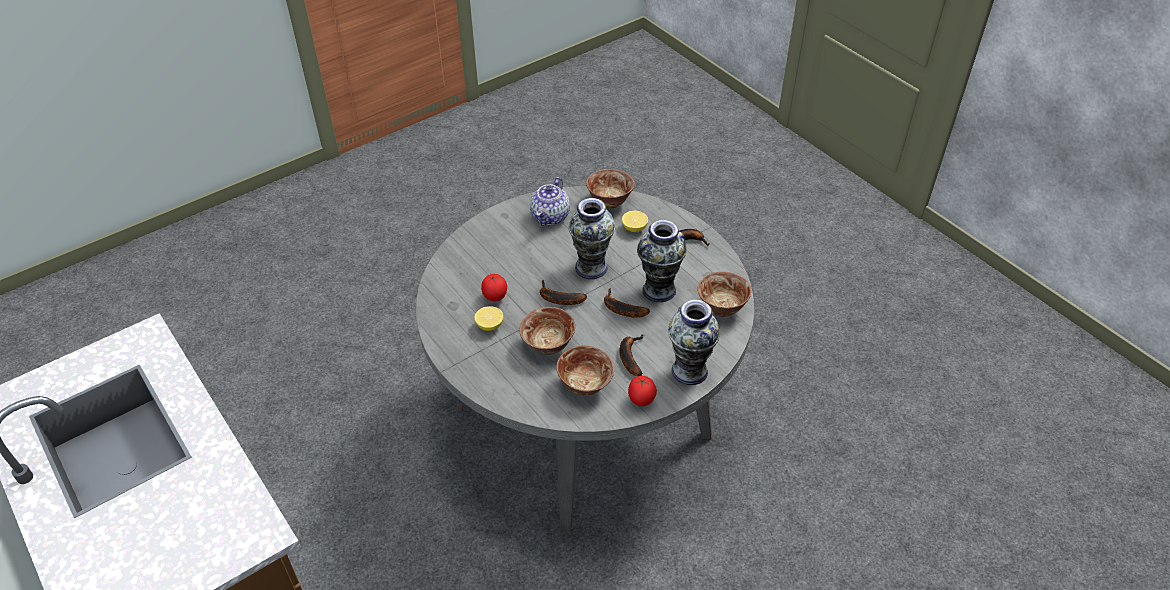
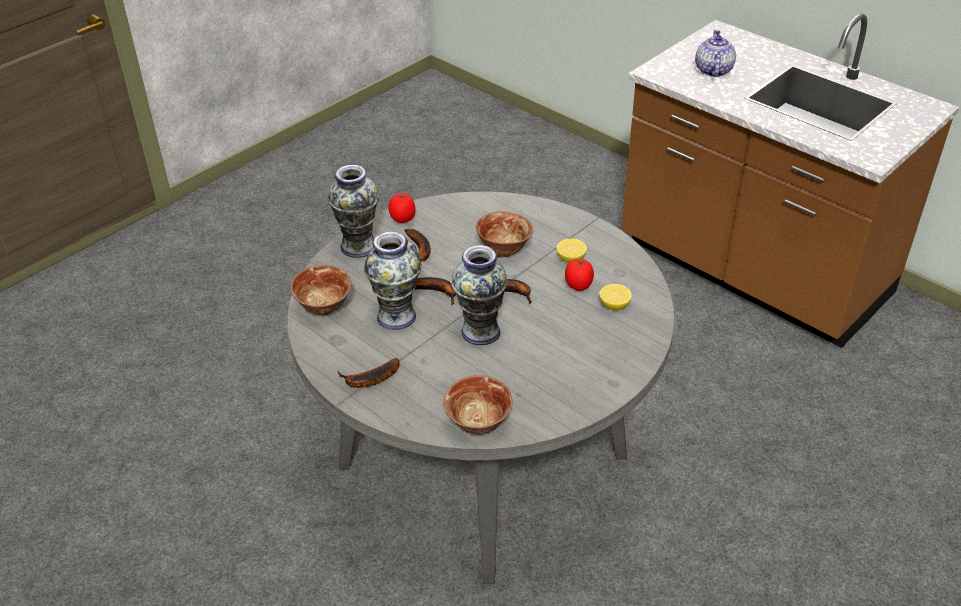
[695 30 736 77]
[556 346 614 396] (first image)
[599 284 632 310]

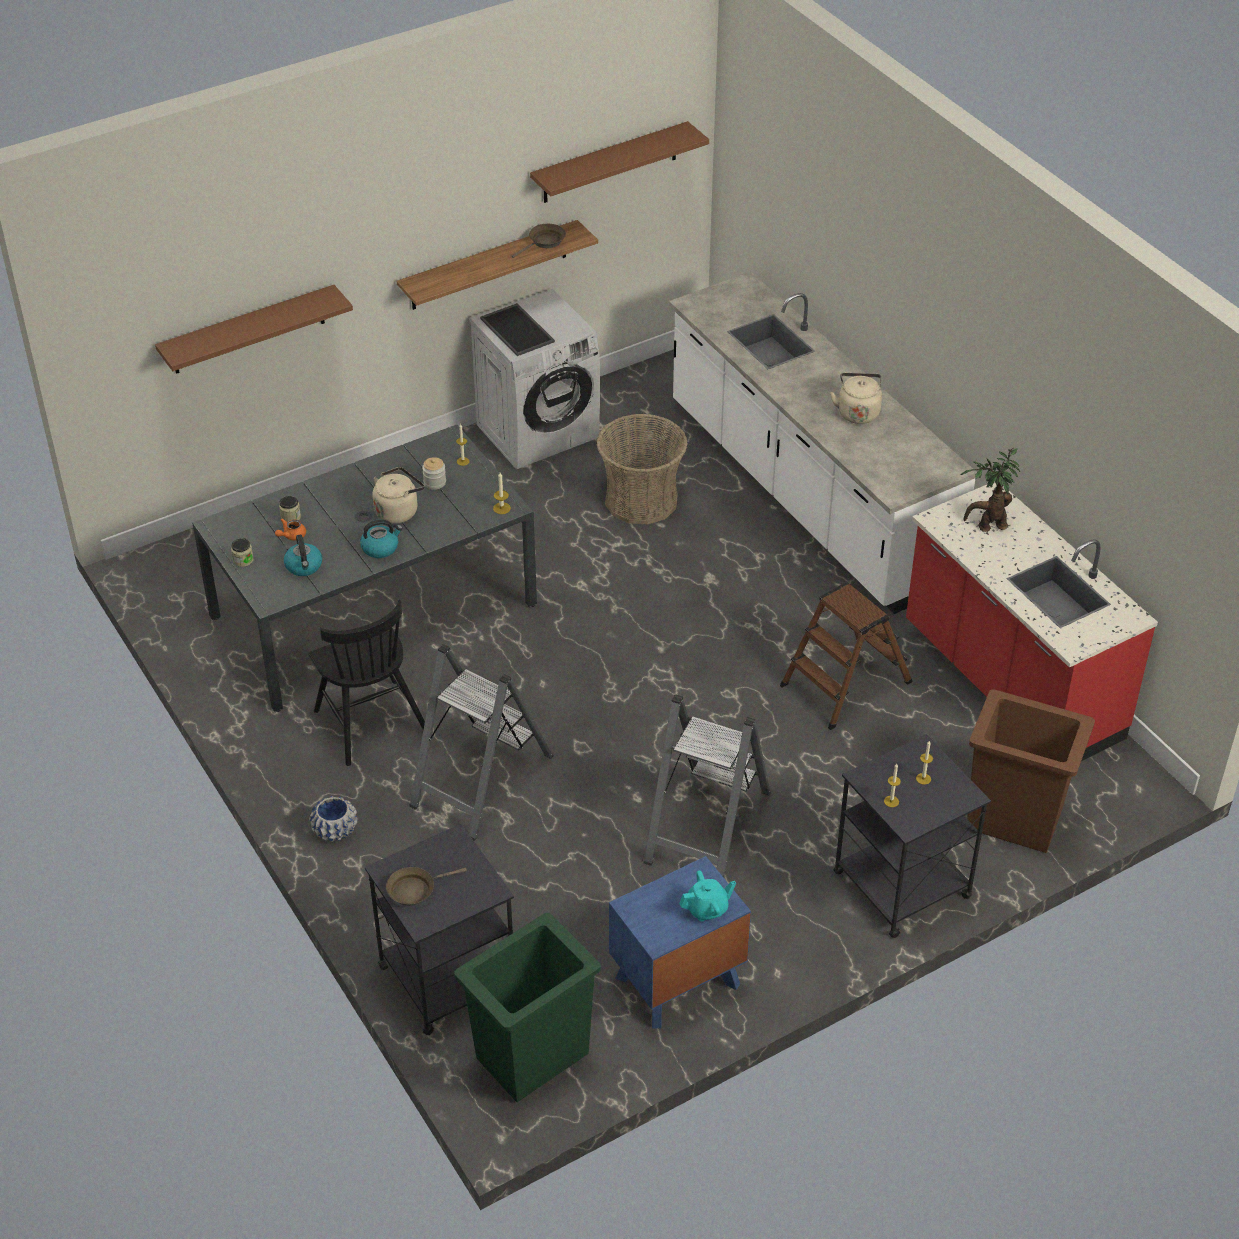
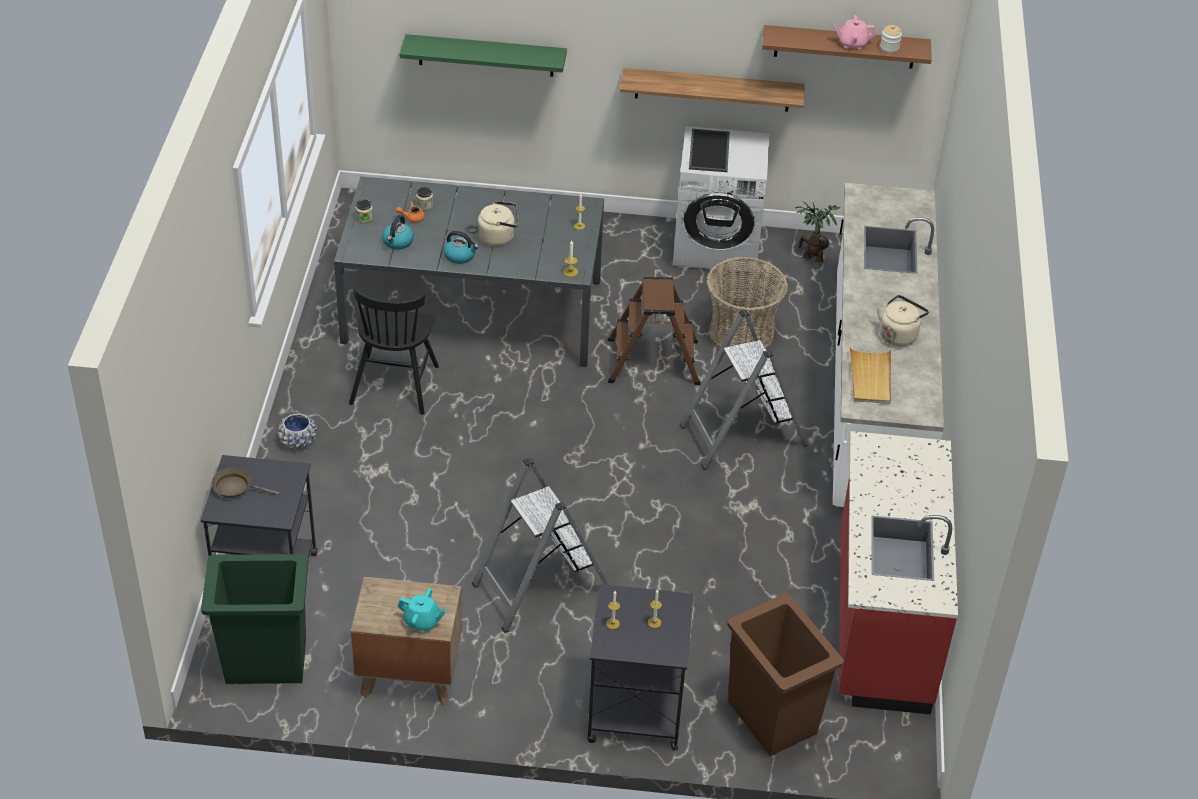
[400 34 567 77]
[679 310 808 470]
[880 25 902 53]
[512 224 566 258] (first image)
[350 577 462 706]
[607 277 701 385]
[795 201 840 265]
[834 15 876 50]
[850 347 891 404]

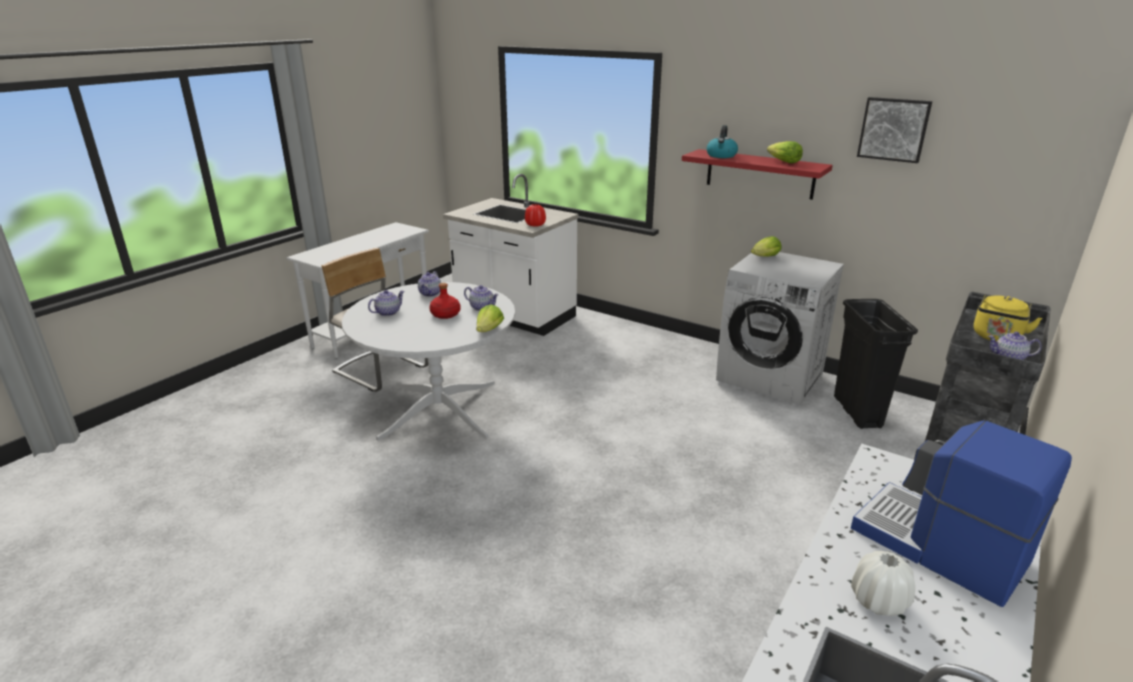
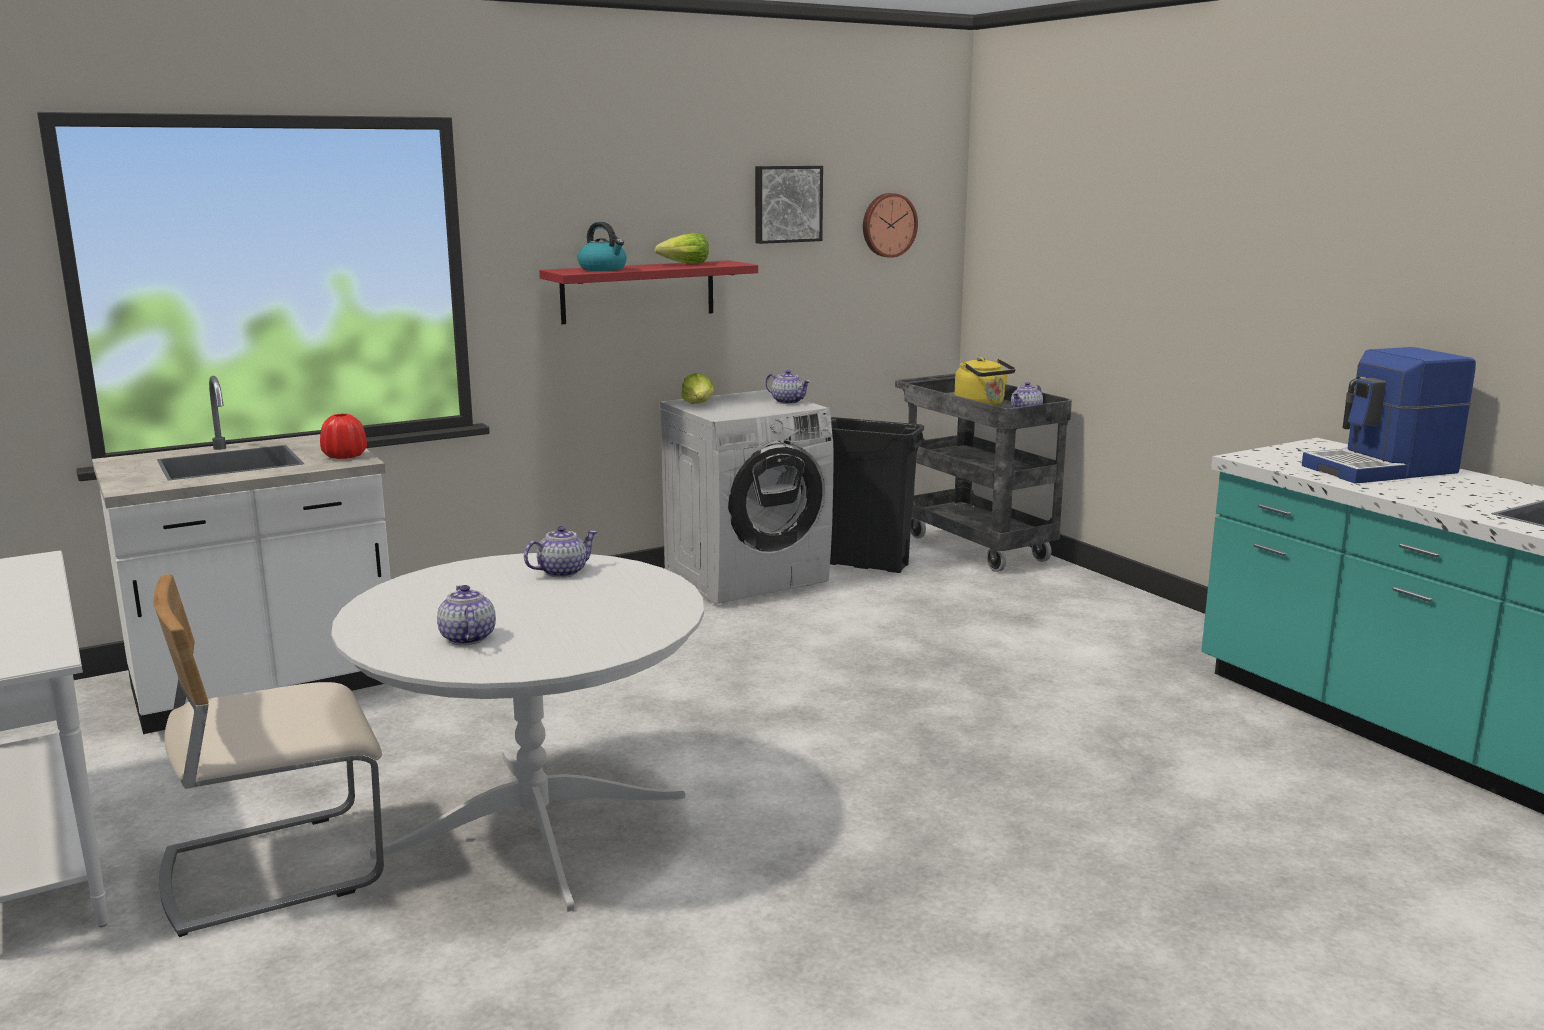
[766 370 811 404]
[429 283 460 319] (first image)
[476 305 504 332] (first image)
[851 551 915 616] (first image)
[863 193 918 258]

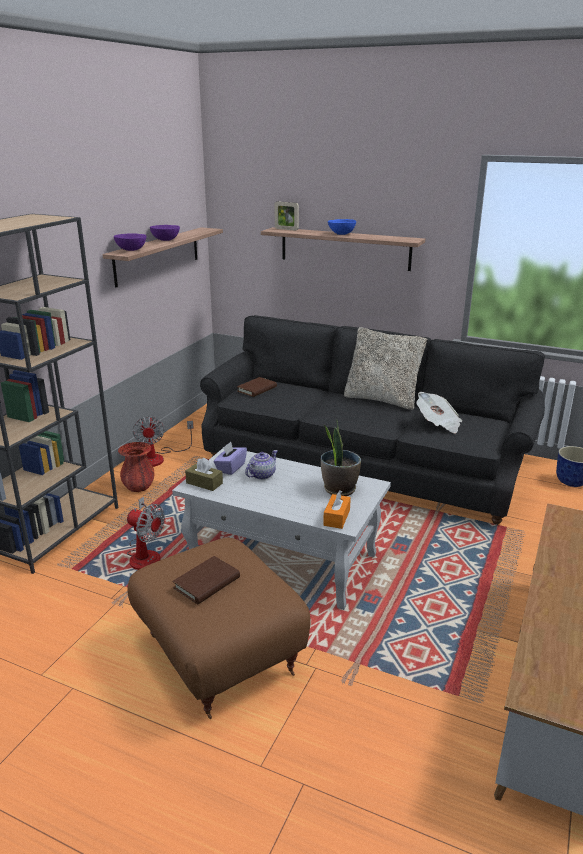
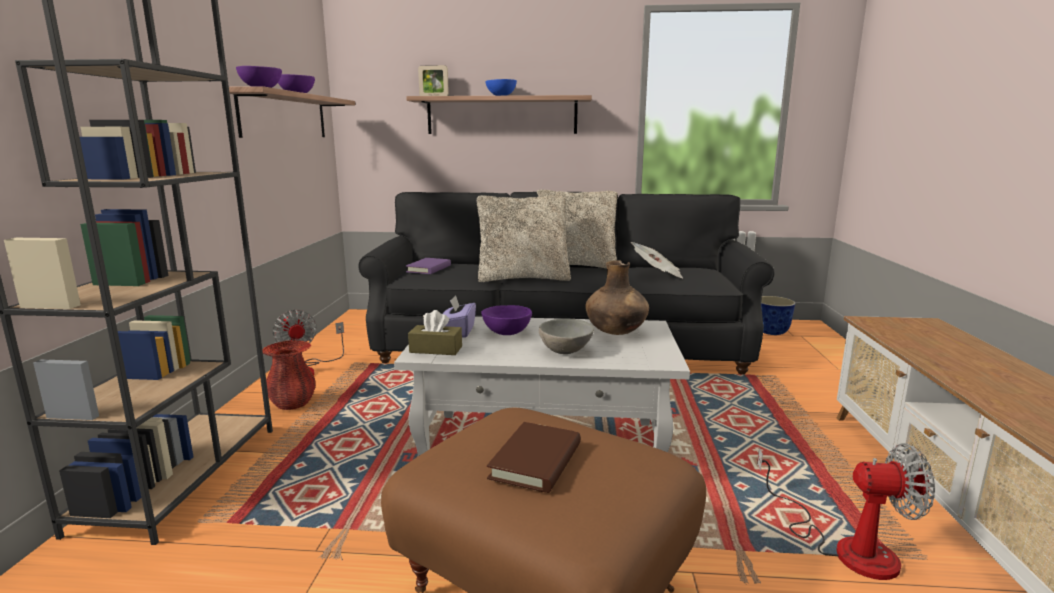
[757 443 935 580]
[406 258 451 274]
[481 305 532 335]
[585 261 649 335]
[323 490 351 529] (first image)
[477 195 571 282]
[539 318 594 354]

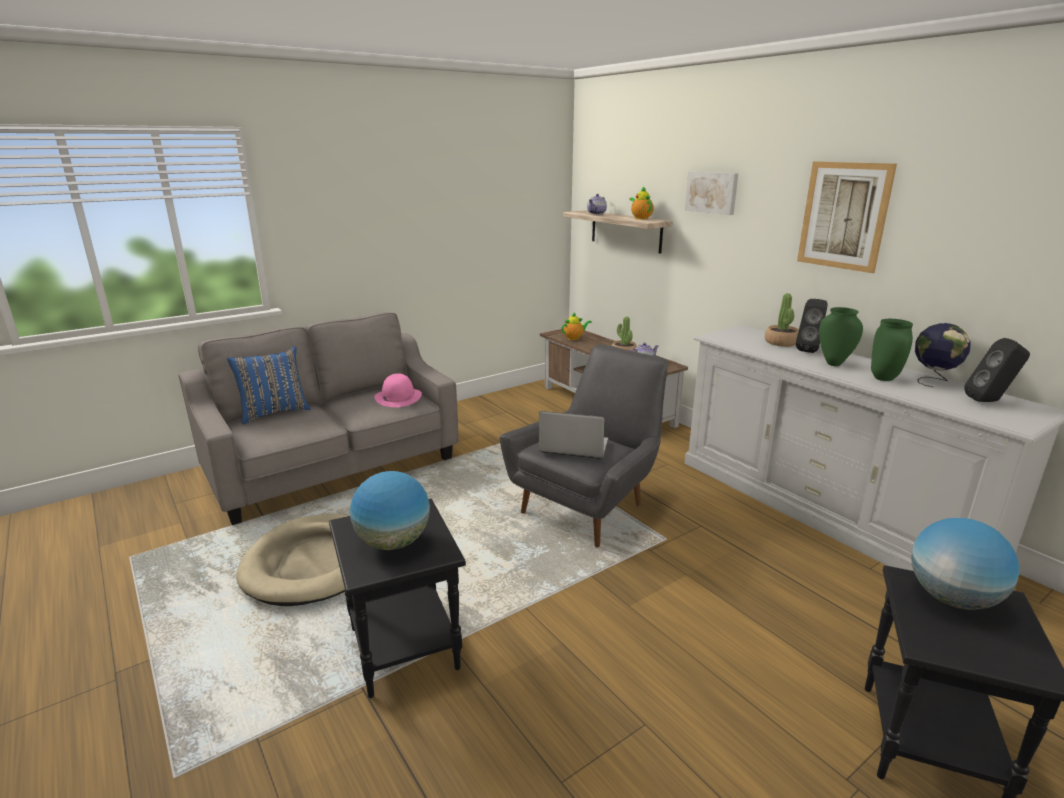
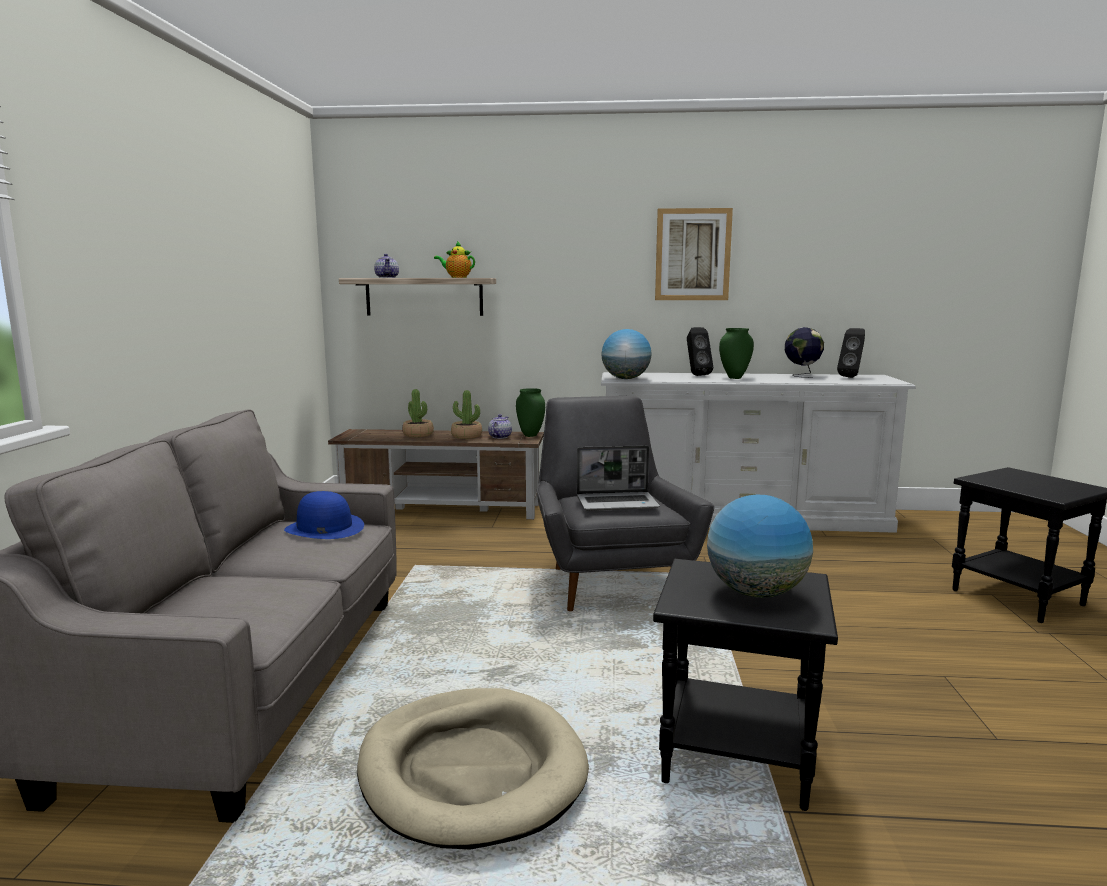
[227 346 311 424] (first image)
[284 491 364 539]
[577 445 660 511]
[561 312 592 340] (first image)
[685 171 738 215] (first image)
[402 389 434 437]
[516 388 545 437]
[602 329 652 379]

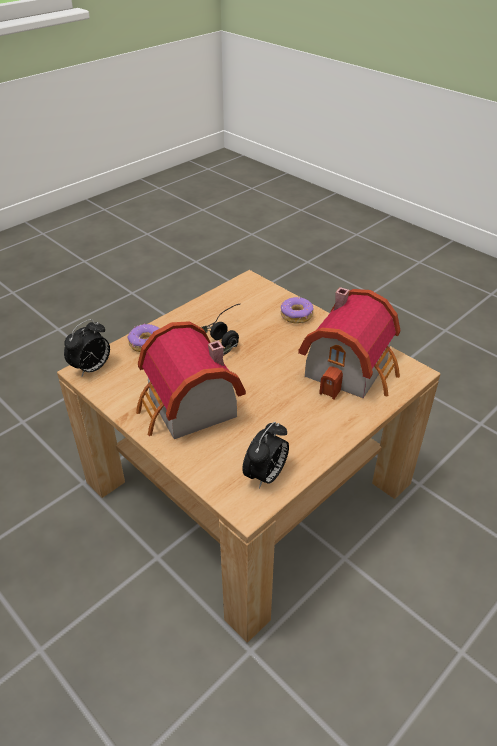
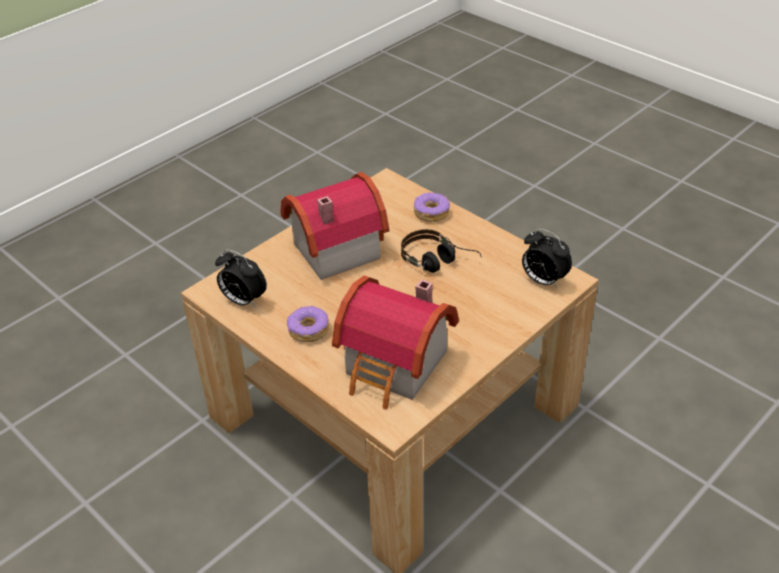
[522 228 572 289]
[287 306 329 342]

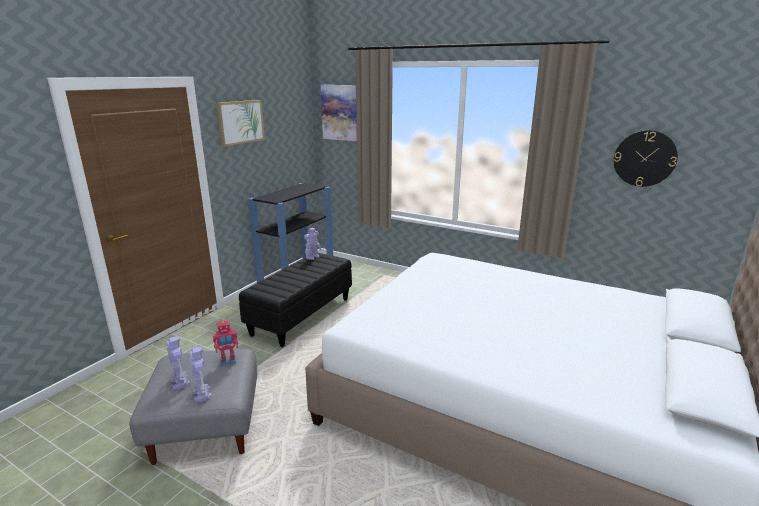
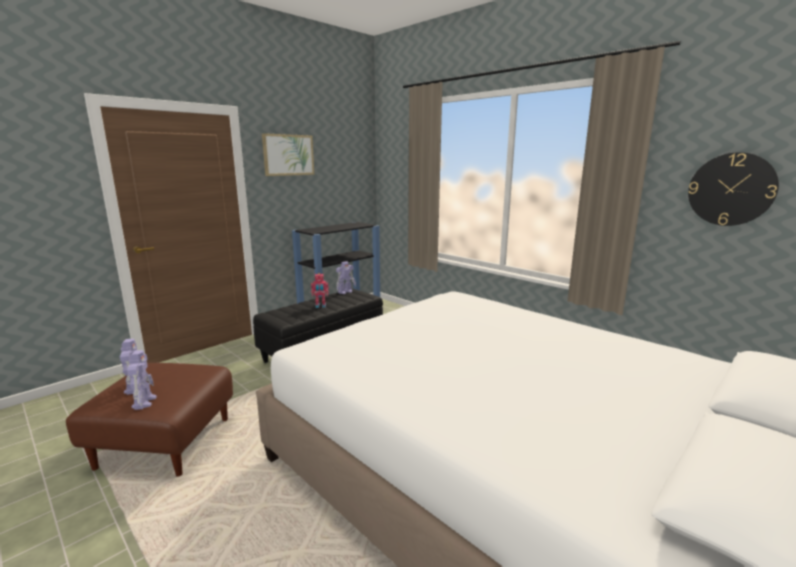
[66 363 233 477]
[311 273 329 308]
[321 85 357 141] (first image)

